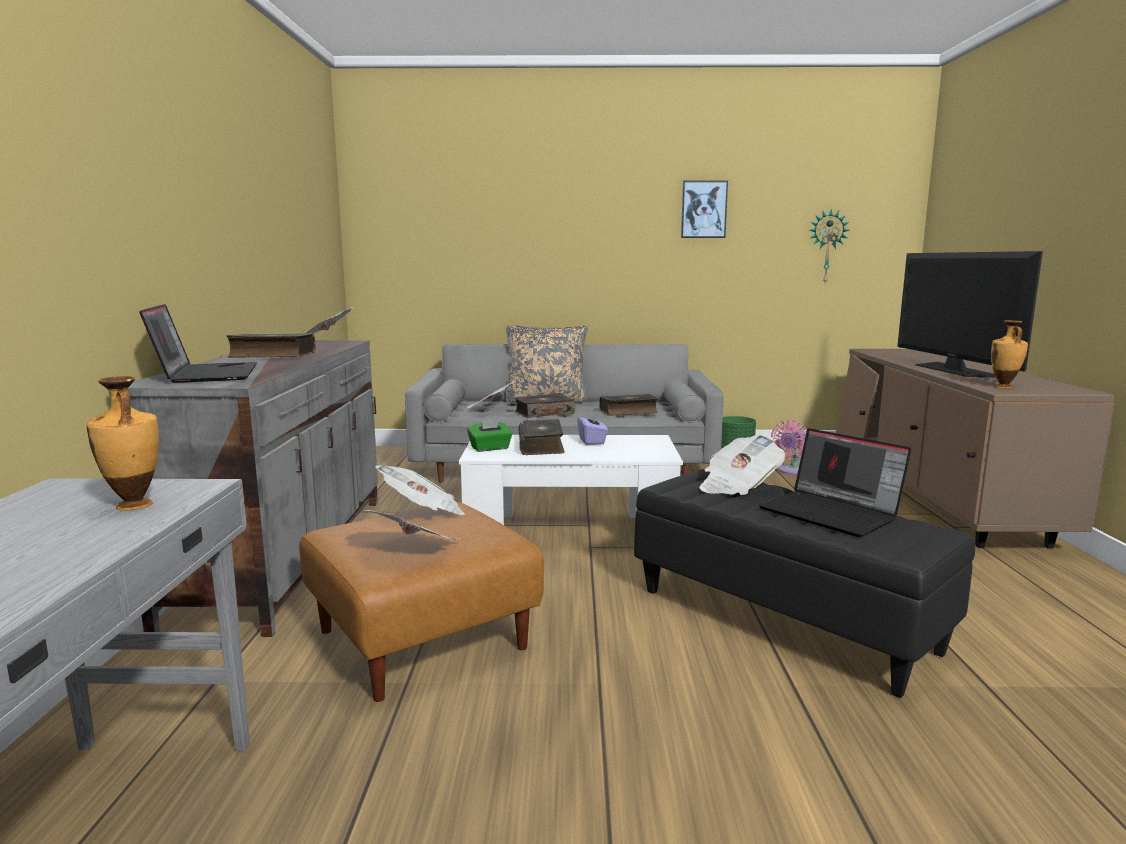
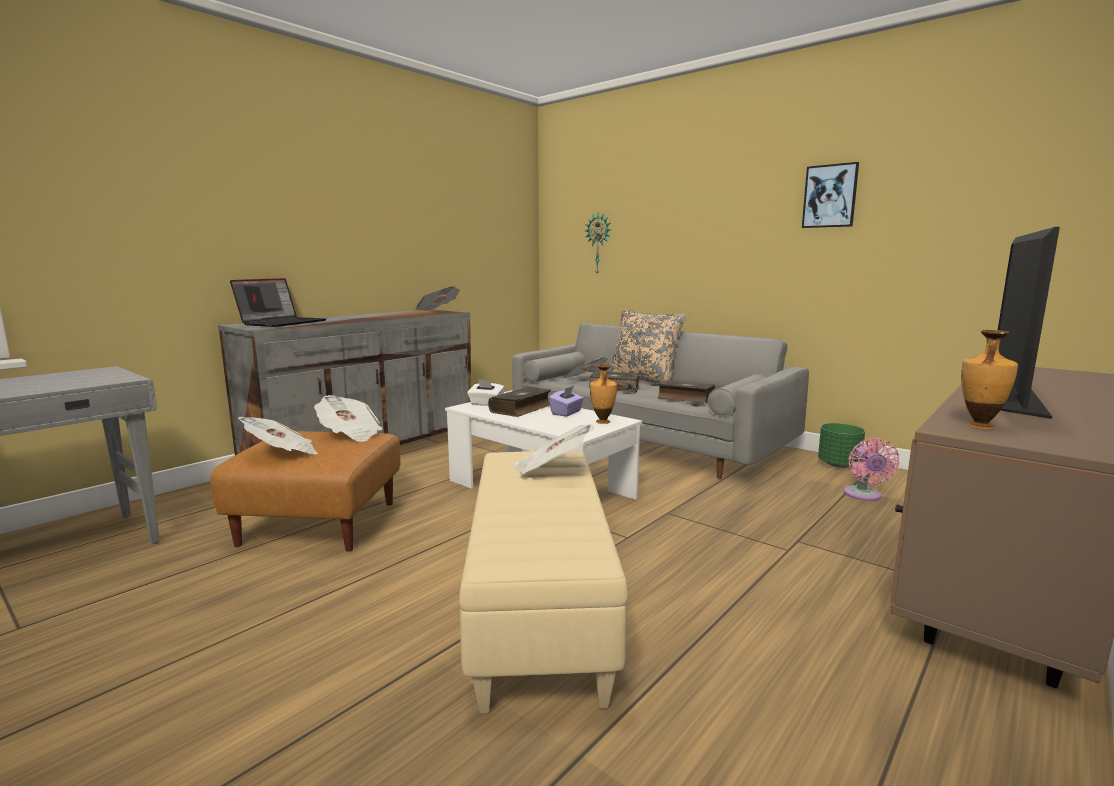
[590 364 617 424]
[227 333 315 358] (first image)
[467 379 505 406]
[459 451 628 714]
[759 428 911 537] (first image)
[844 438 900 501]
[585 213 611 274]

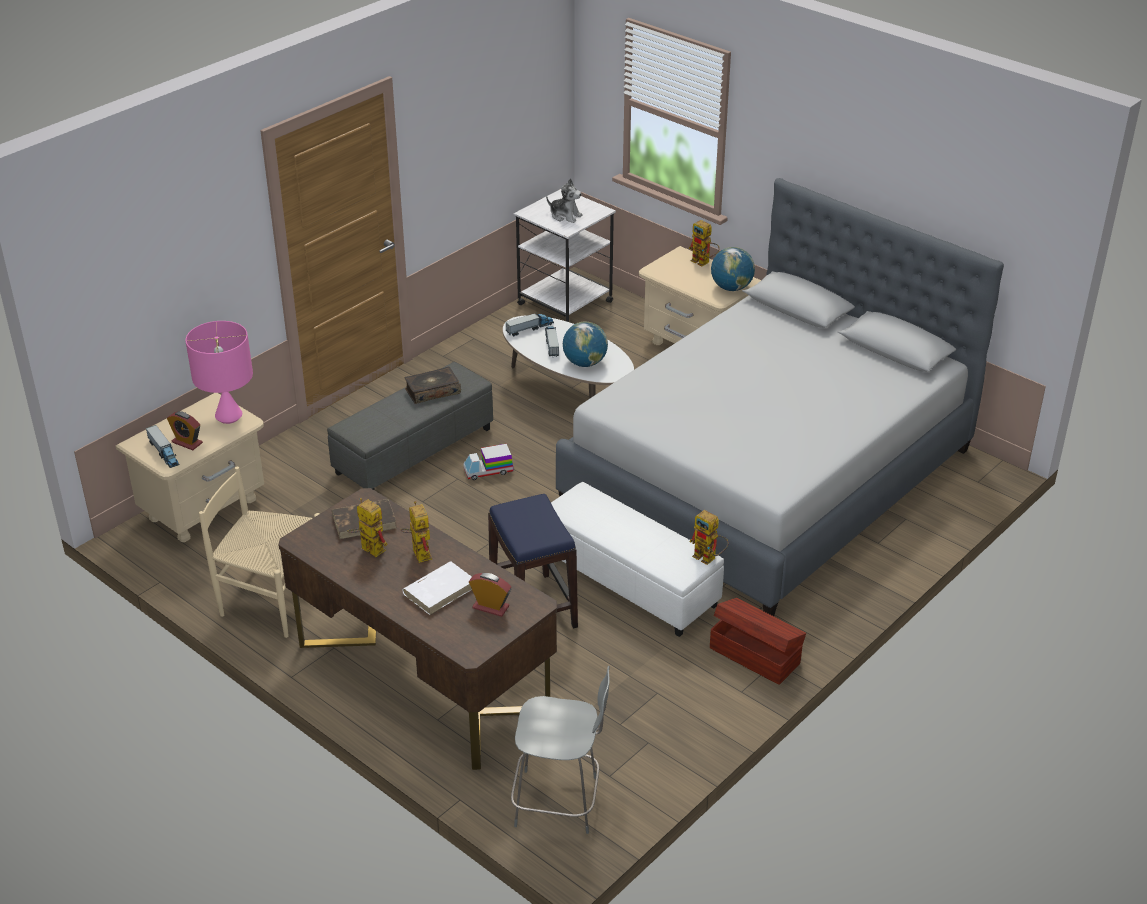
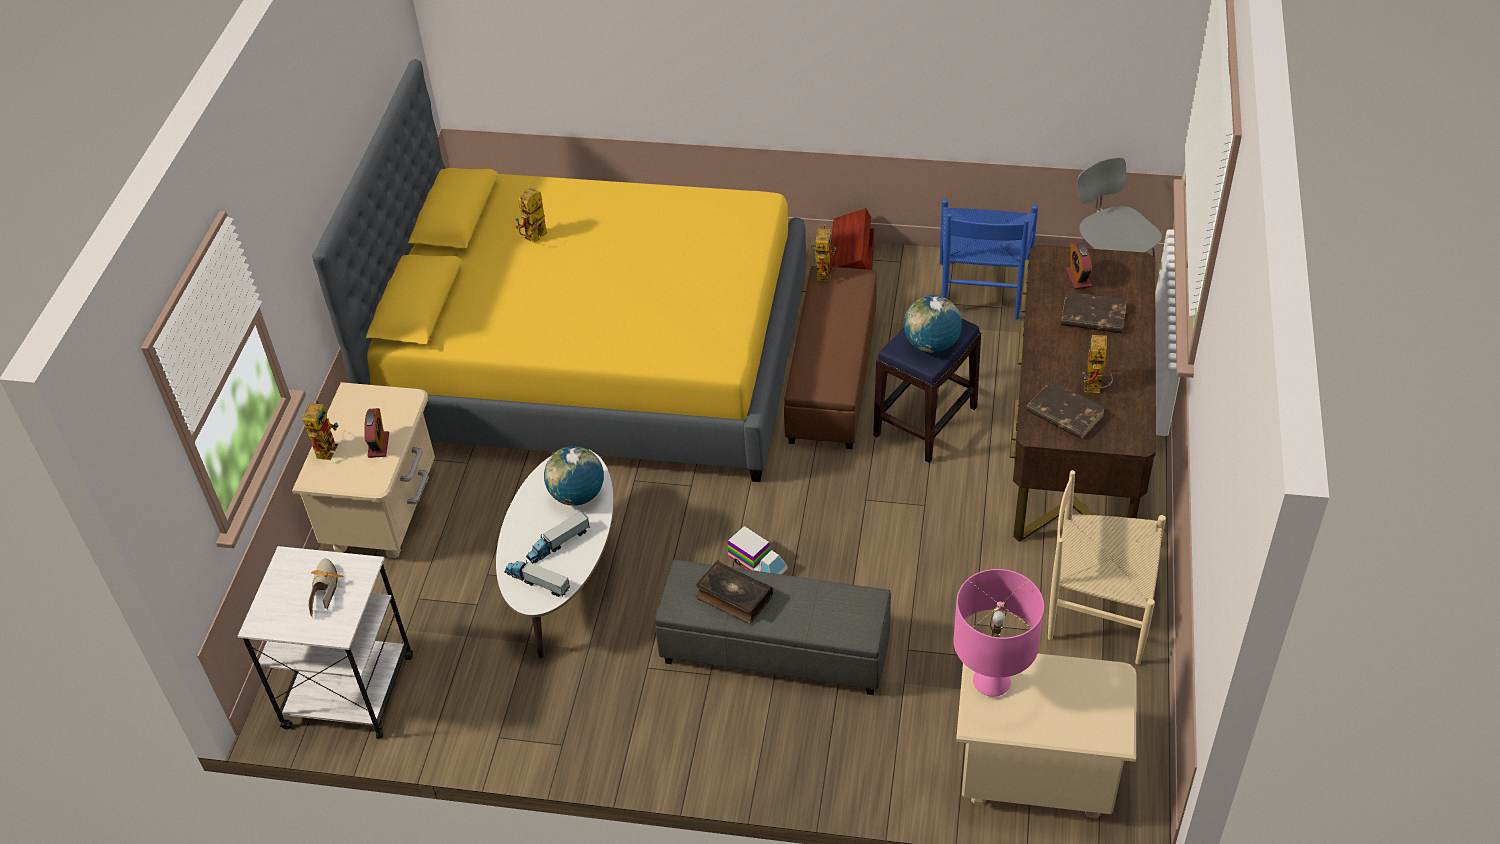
[146 425 179 468] (first image)
[364 408 389 458]
[1048 470 1166 665]
[516 188 547 243]
[1061 292 1127 333]
[308 558 344 618]
[784 266 877 449]
[312 59 806 482]
[904 295 962 353]
[940 199 1038 319]

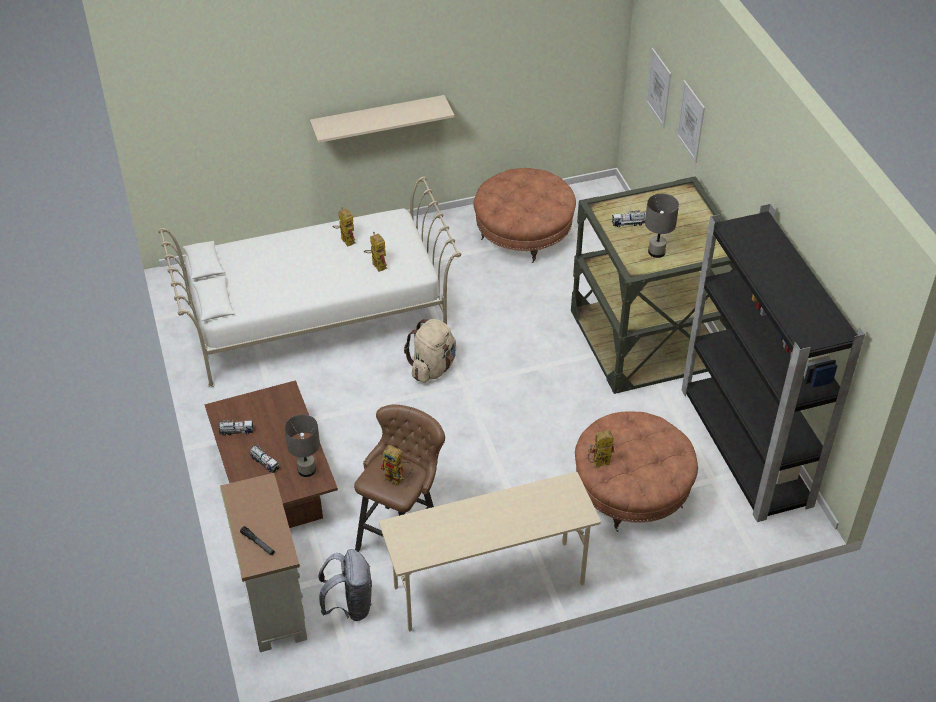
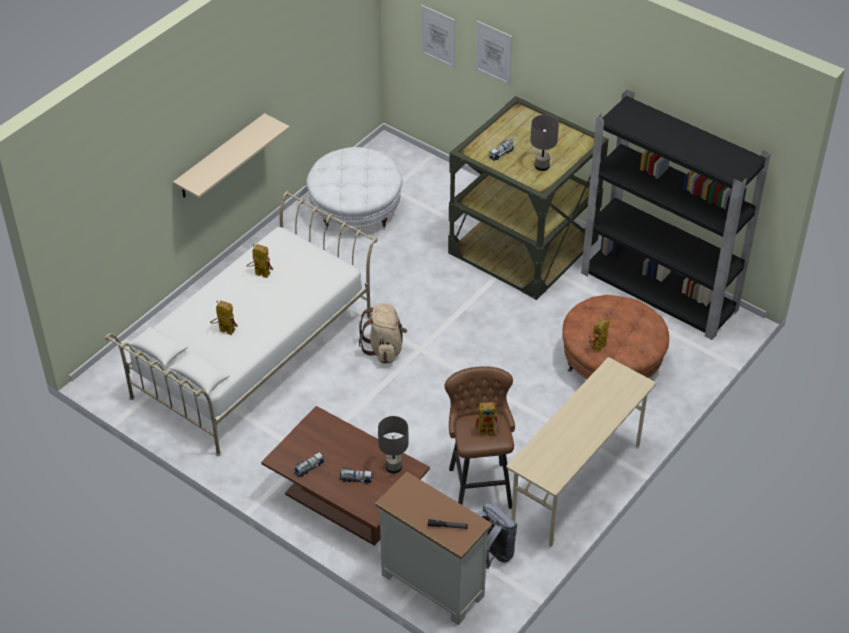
[210 301 238 335]
[306 147 403 230]

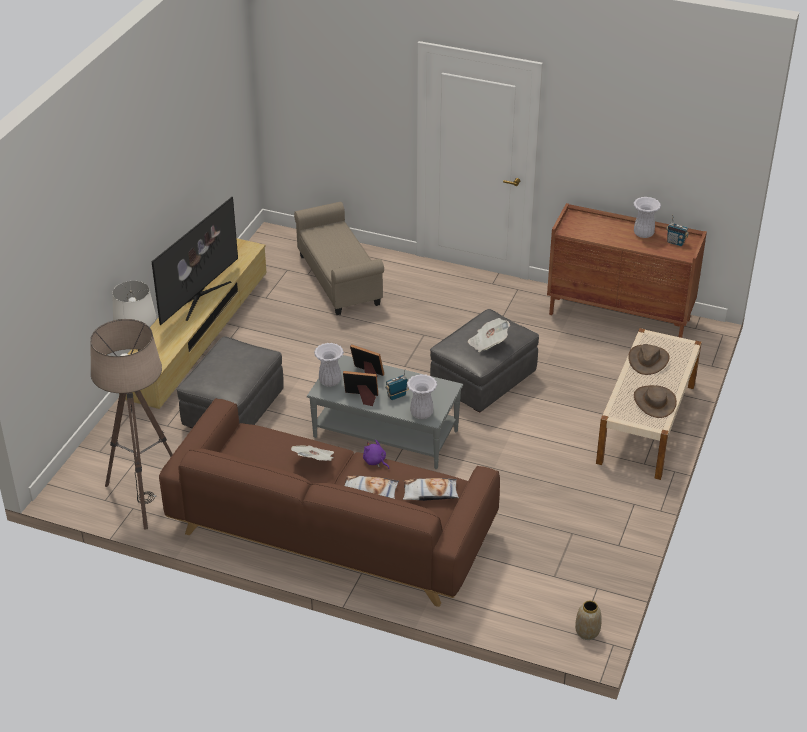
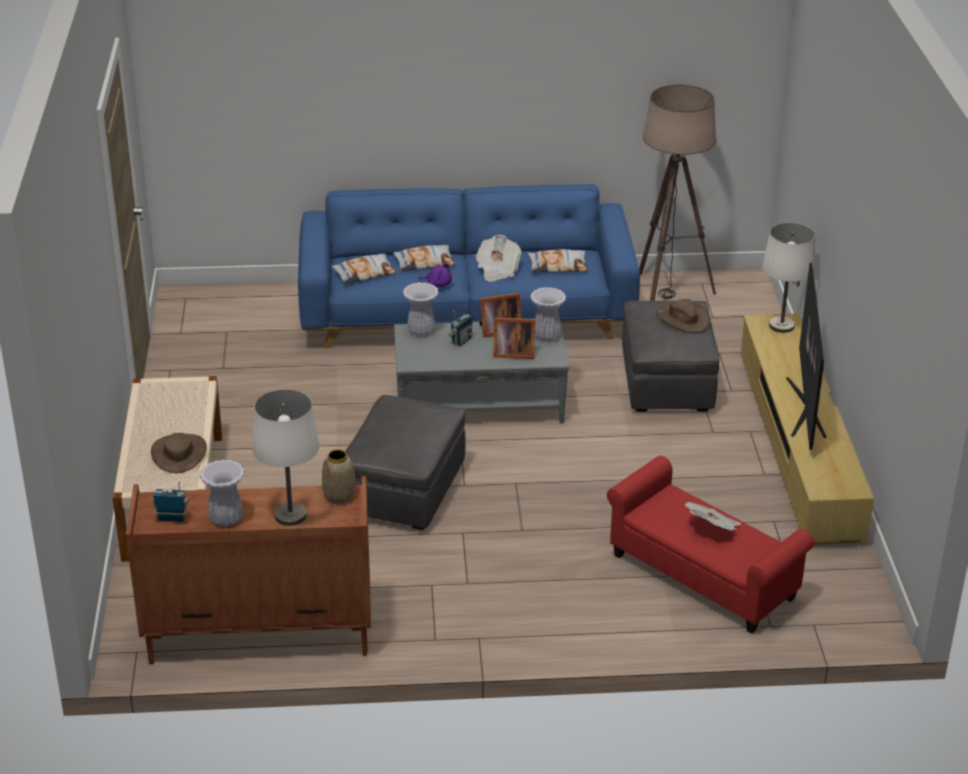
[298 184 640 348]
[607 456 815 634]
[685 502 741 531]
[322 449 355 504]
[656 299 710 333]
[252 389 320 526]
[528 249 588 272]

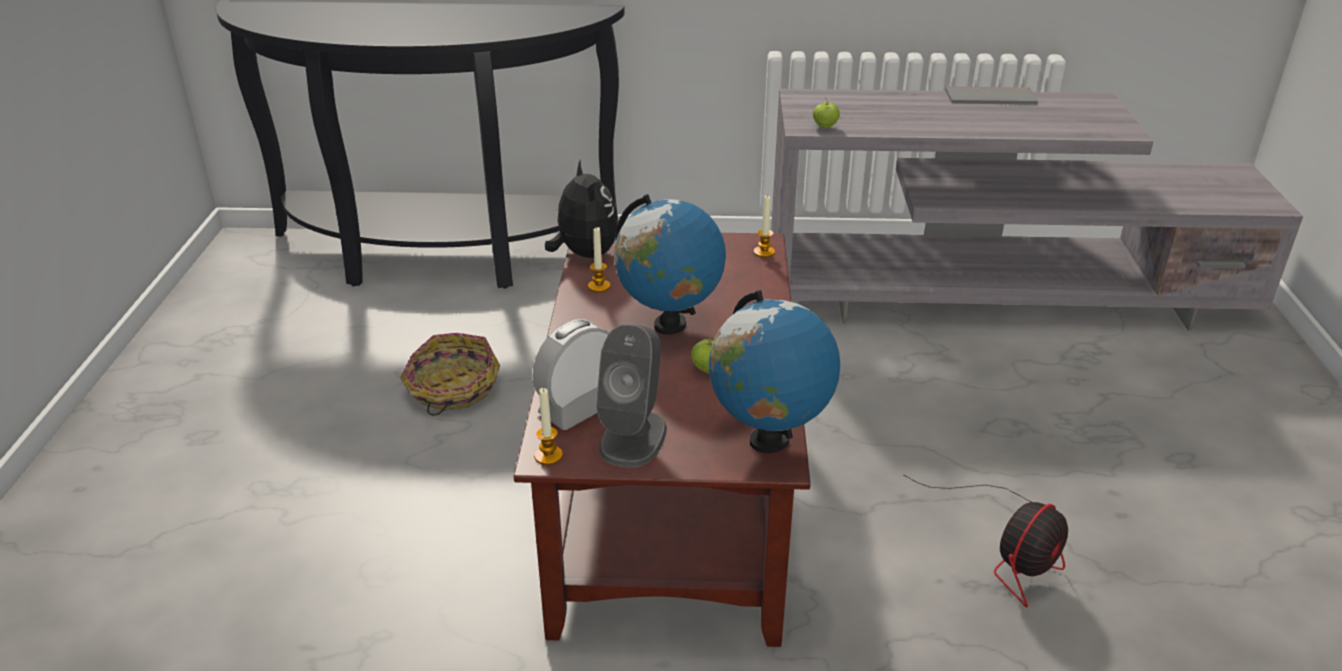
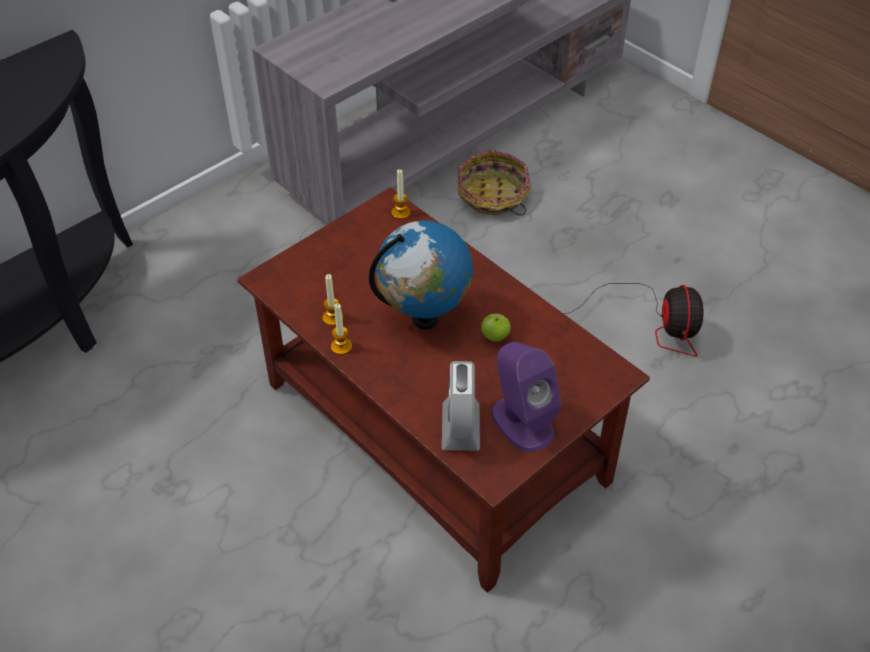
[458 150 531 216]
[331 303 352 355]
[545 161 618 258] (first image)
[491 342 562 452]
[709 290 840 453] (first image)
[813 97 840 128] (first image)

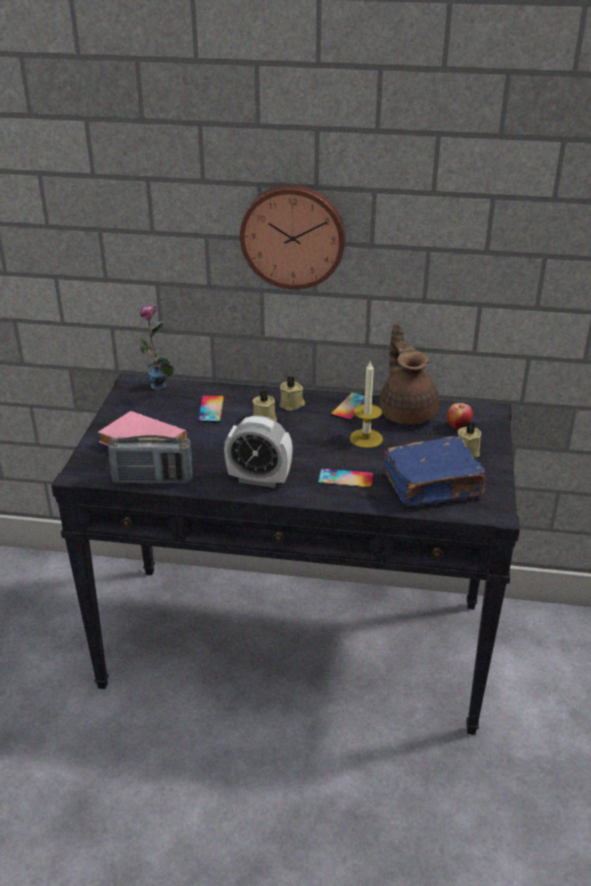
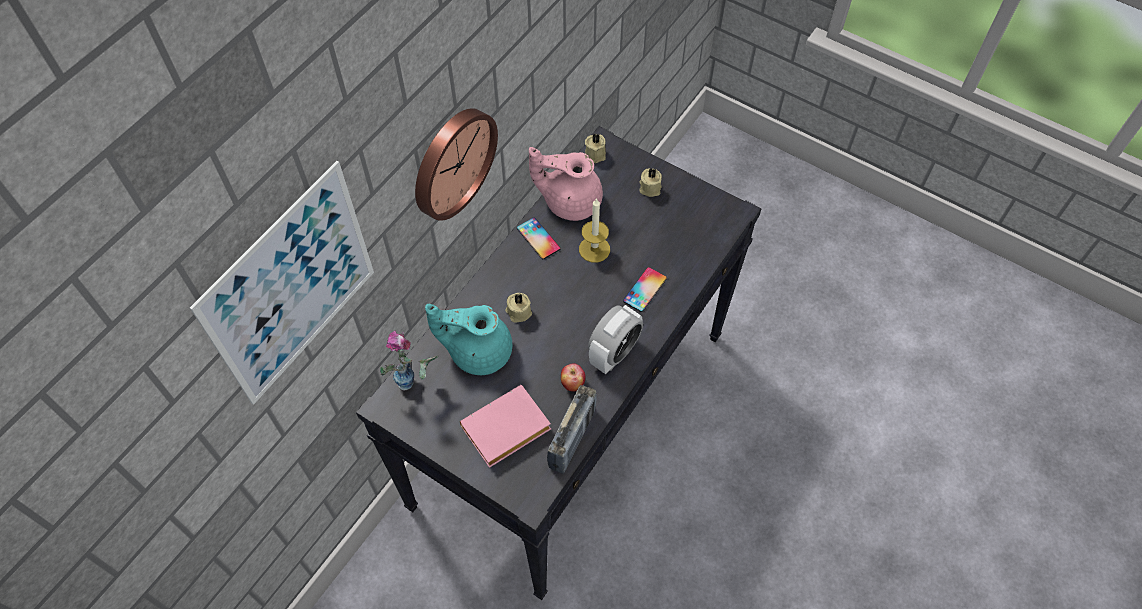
[425 304 512 375]
[585 133 606 163]
[529 147 603 221]
[384 436 488 506] (first image)
[561 363 585 392]
[190 161 374 405]

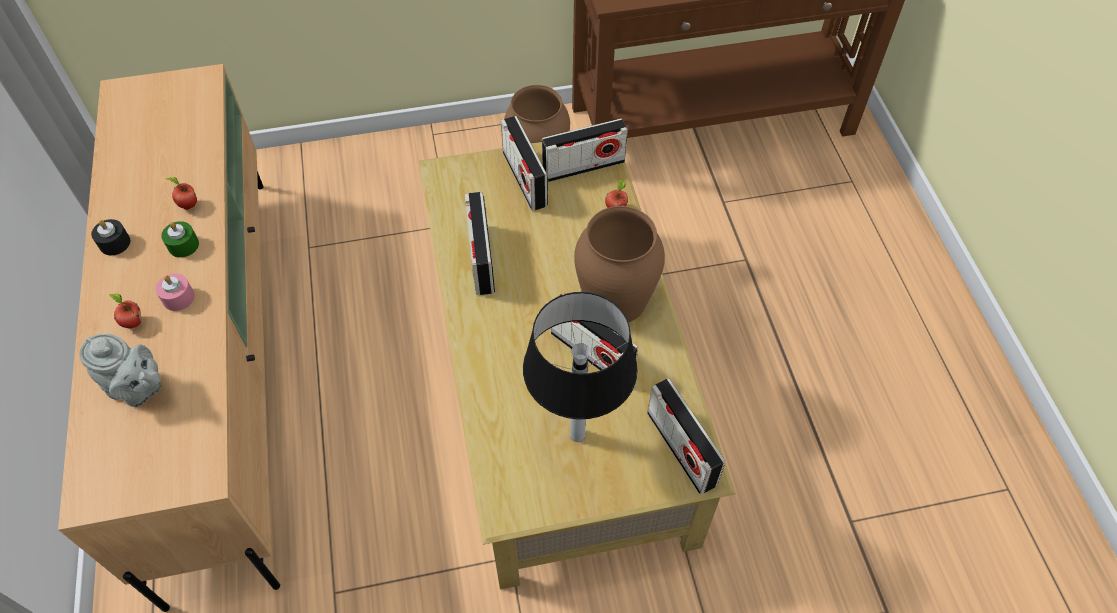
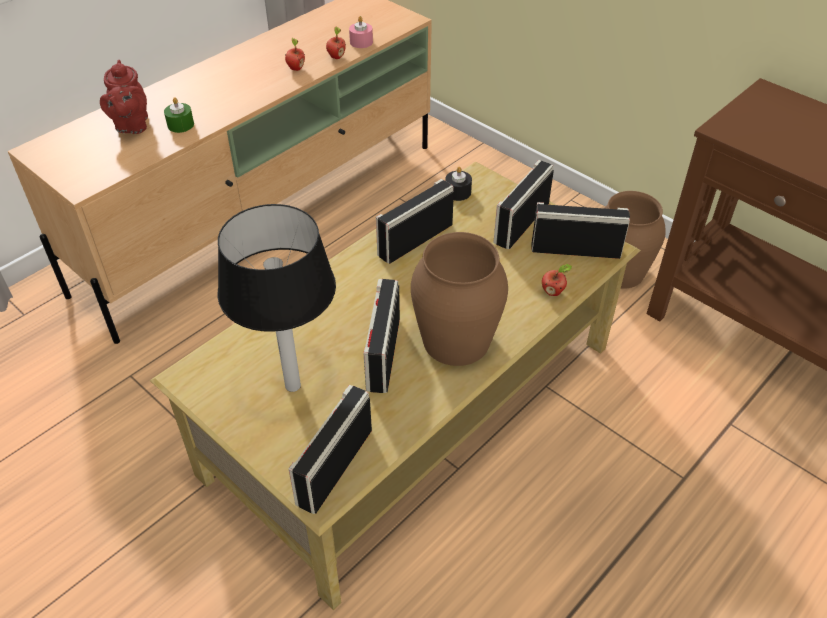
[100 60 148 134]
[445 167 472 201]
[326 26 346 59]
[349 16 373 48]
[164 97 194 133]
[531 202 630 259]

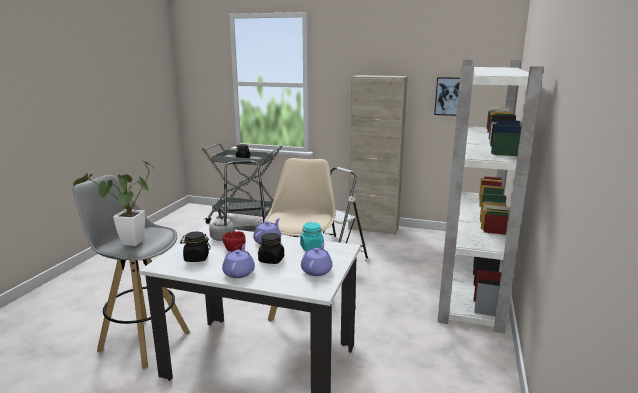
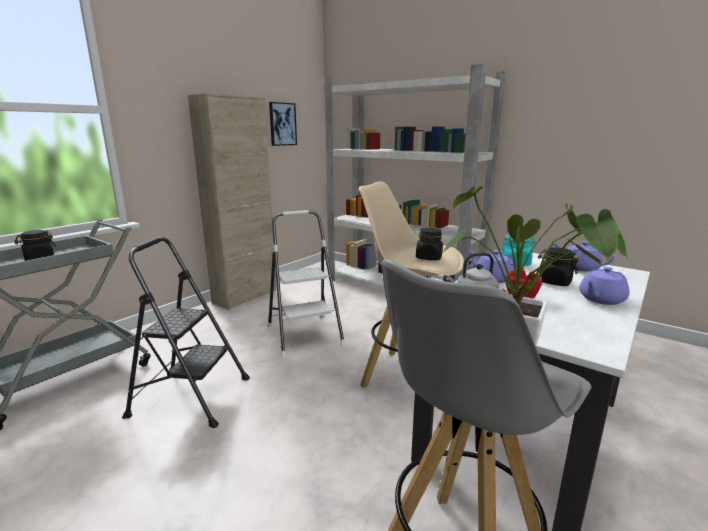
[416 228 443 260]
[579 267 629 305]

